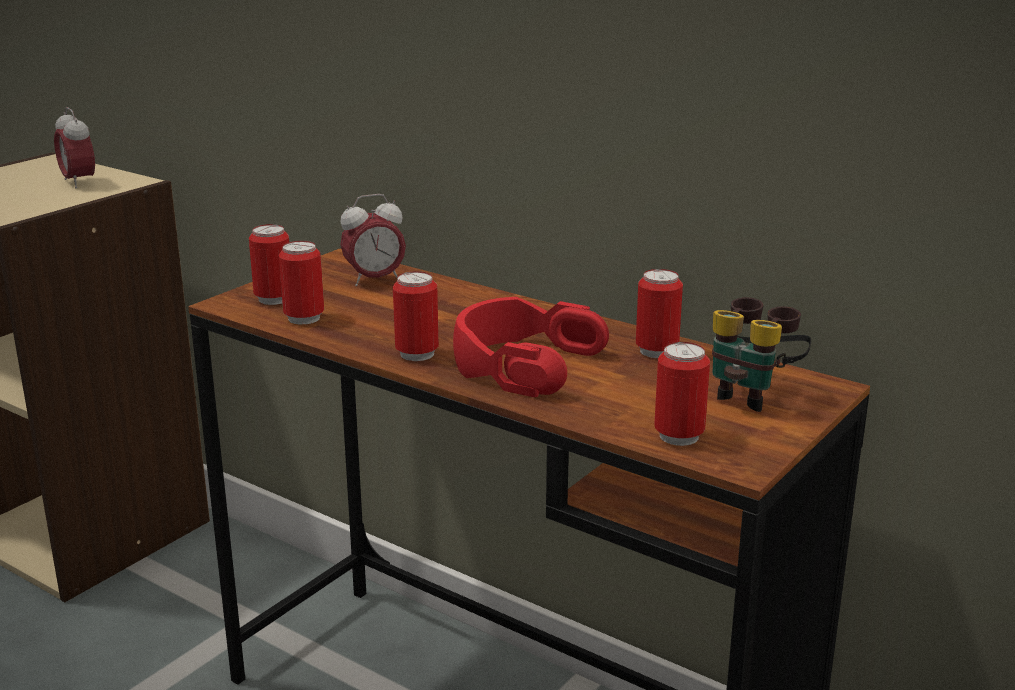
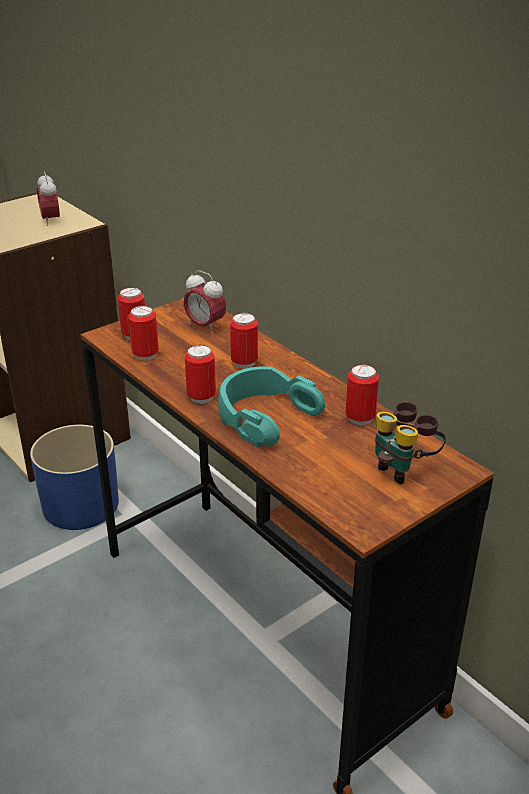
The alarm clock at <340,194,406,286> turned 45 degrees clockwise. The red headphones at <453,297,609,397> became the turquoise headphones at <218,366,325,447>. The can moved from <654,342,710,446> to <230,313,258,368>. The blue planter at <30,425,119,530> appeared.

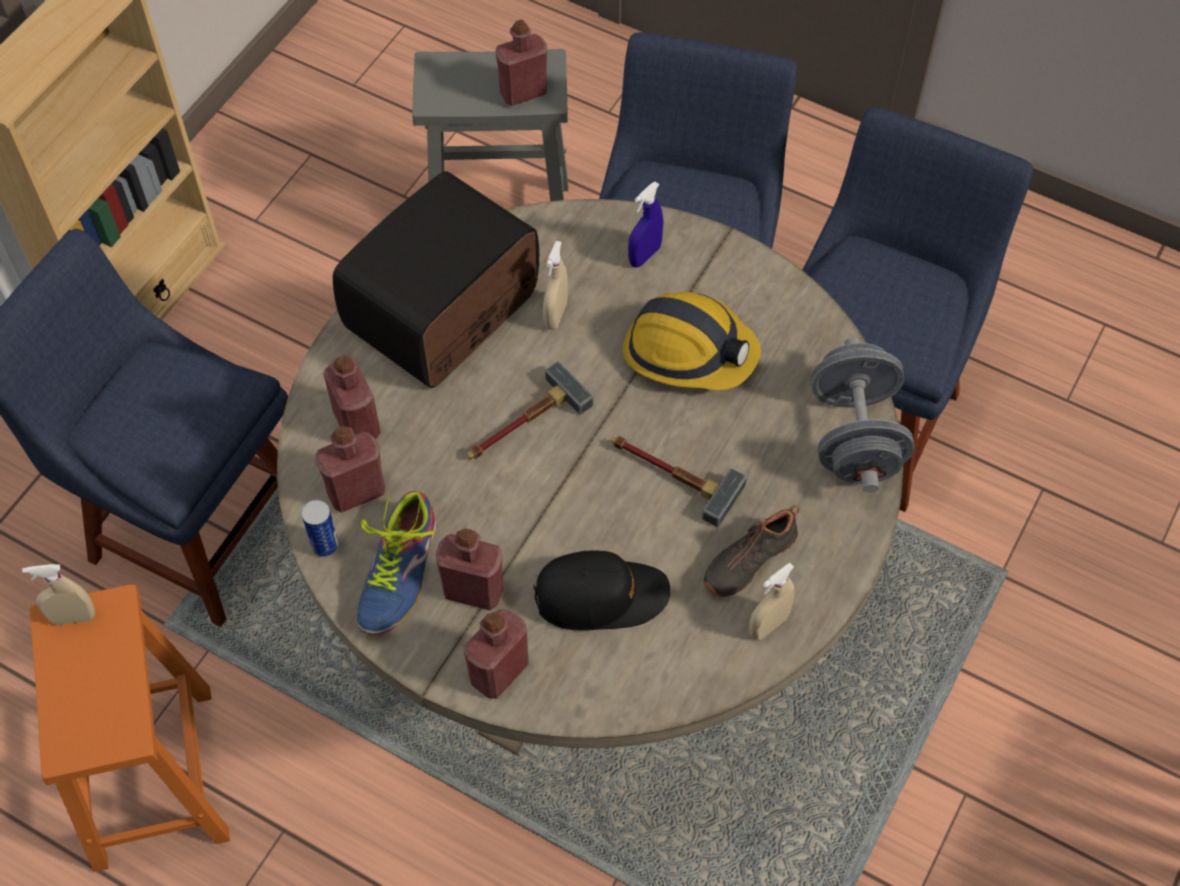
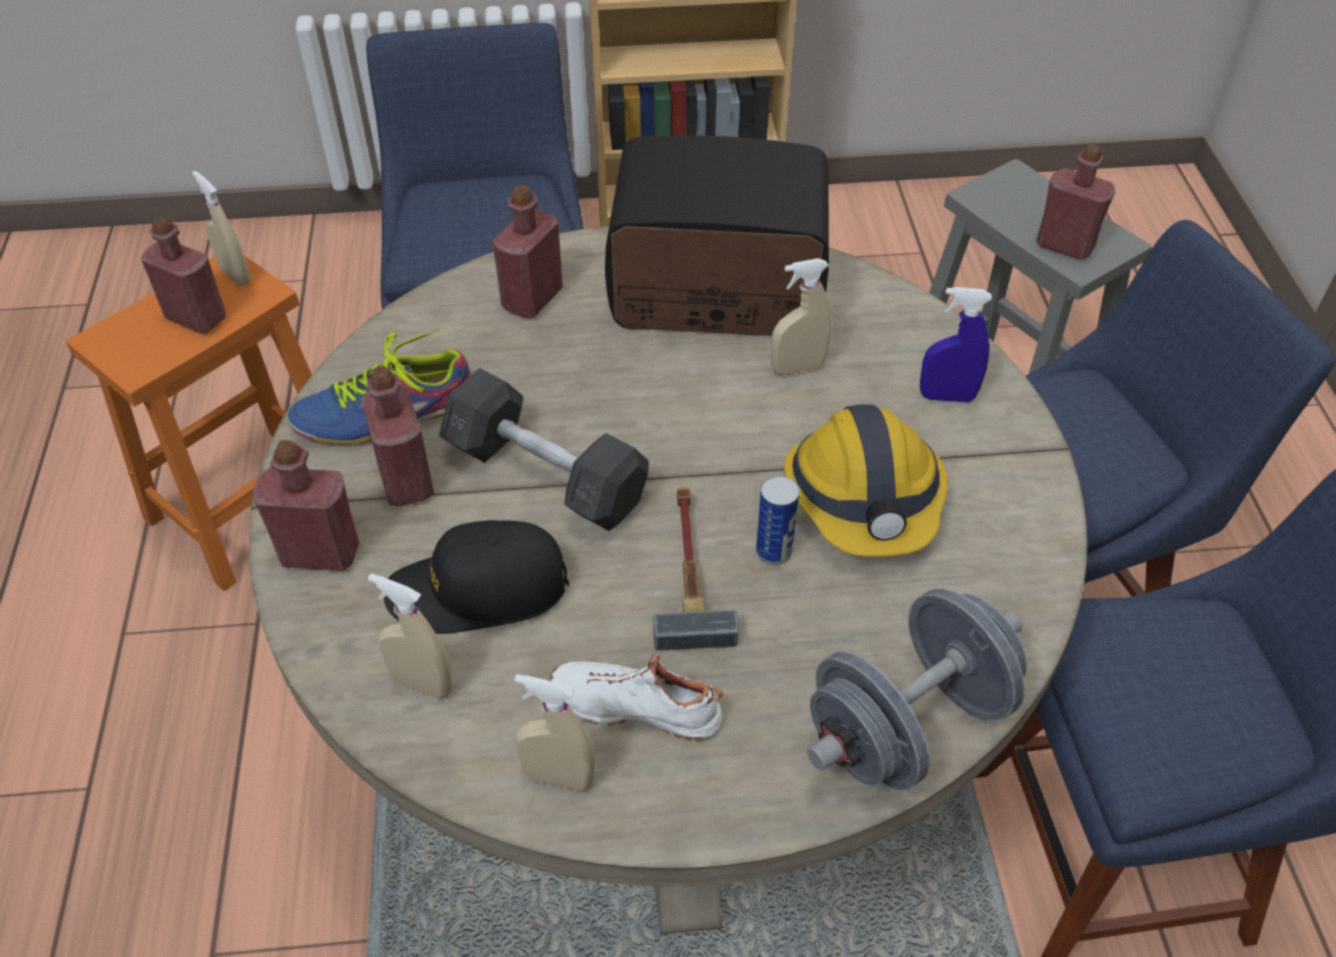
The hammer at <467,361,594,459> disappeared. The red bottle moved from <316,426,385,513> to <142,216,226,334>. The can moved from <301,500,339,557> to <756,476,799,565>. The black shoe at <703,505,799,597> became the white shoe at <549,654,723,742>. The black cap at <534,551,670,630> turned 120 degrees clockwise. The grey dumbbell at <439,368,649,531> appeared. The beige spray bottle at <368,573,452,699> appeared.

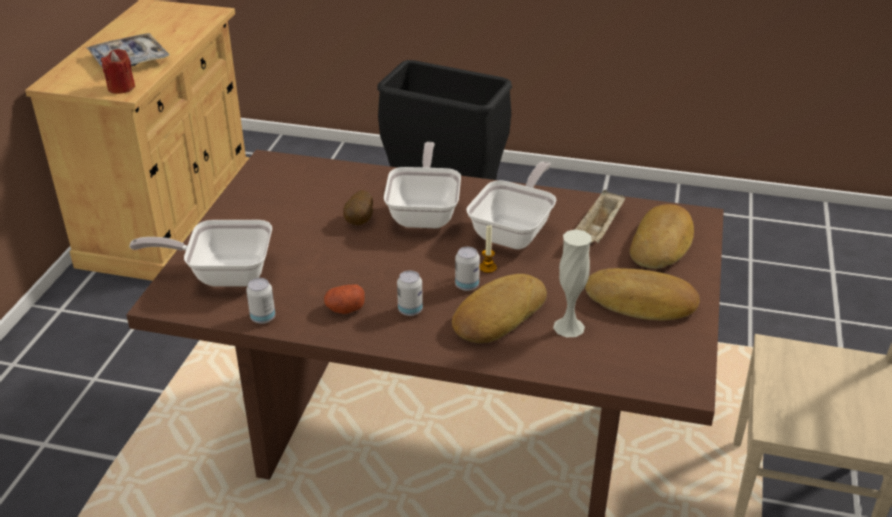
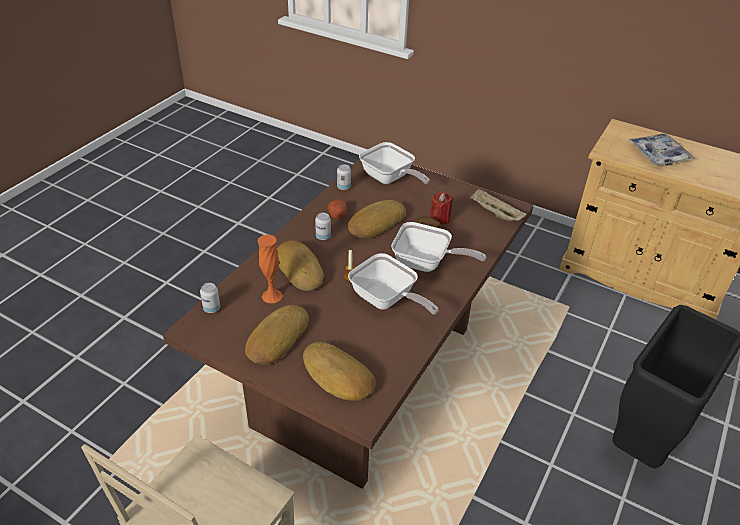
The red candle moved from <101,49,135,94> to <430,191,454,225>. The beige tray moved from <574,190,626,243> to <470,189,527,221>. The frying pan at <129,220,272,287> turned 120 degrees clockwise. The white vase at <553,229,592,337> became the orange vase at <258,235,283,303>. The can moved from <455,247,480,291> to <200,283,220,313>. The bread at <348,200,406,238> appeared.

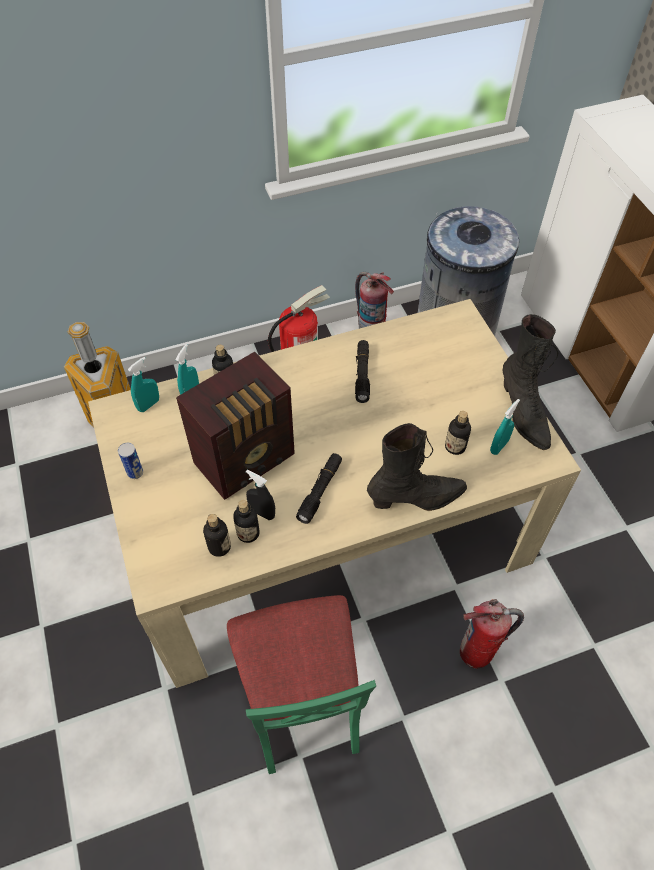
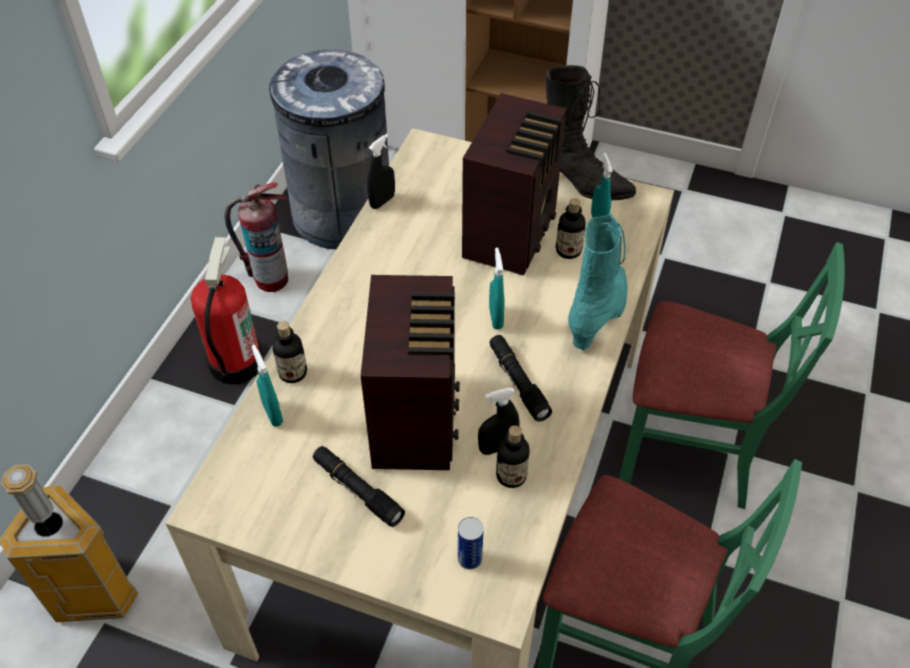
The black flashlight moved from <355,340,370,403> to <313,446,405,527>. The turquoise spray bottle moved from <128,357,159,412> to <489,248,505,330>. The black boot at <367,423,467,511> became the turquoise boot at <568,214,628,350>. The can moved from <118,443,143,479> to <458,517,484,570>. The bottle at <203,514,231,557> disappeared. The fire extinguisher at <460,599,524,669> was replaced by the green chair at <619,242,845,509>. The radio at <462,93,566,275> appeared. The black spray bottle at <367,134,395,209> appeared.

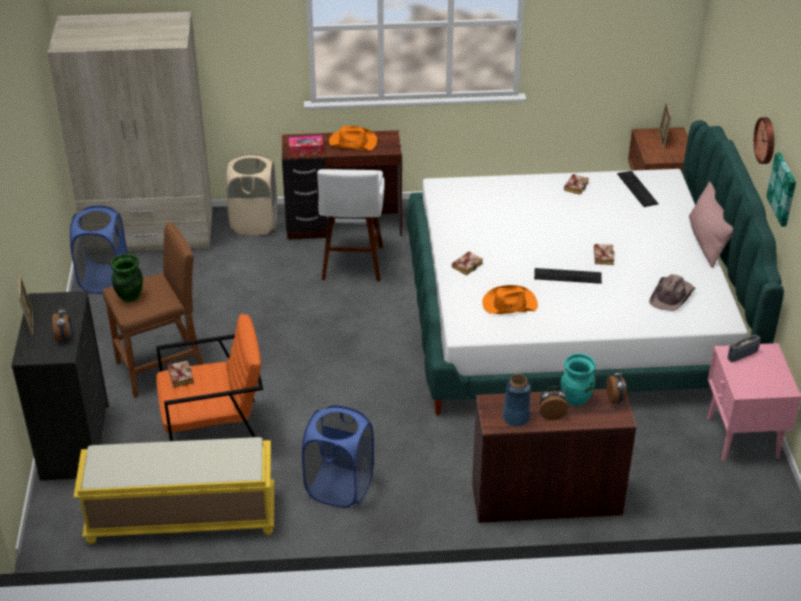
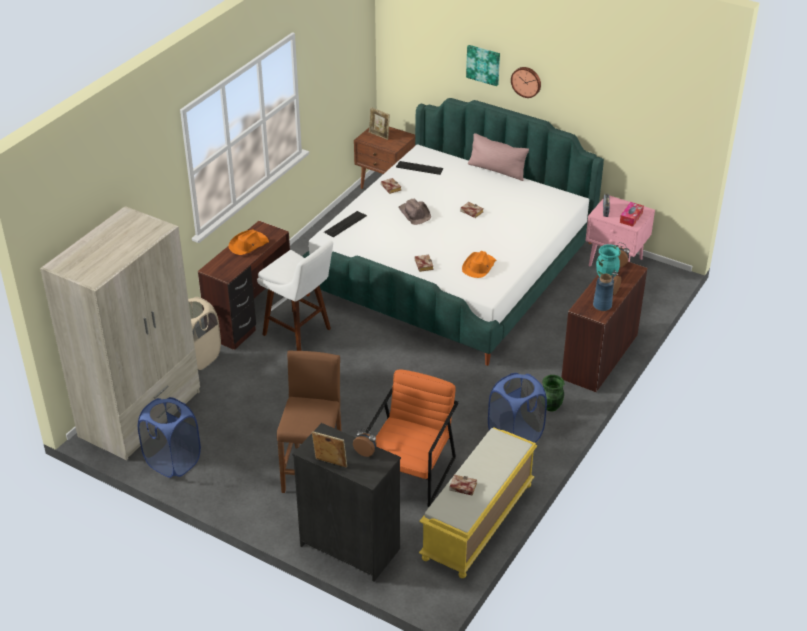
The tissue box moved from <289,136,324,157> to <620,202,644,227>. The picture moved from <766,152,796,227> to <466,45,500,86>. The green vase moved from <110,254,143,302> to <542,375,565,412>. The keyboard moved from <534,268,602,284> to <324,211,367,237>. The brown hat moved from <649,274,695,311> to <399,199,431,225>. The book moved from <168,361,194,387> to <449,475,477,496>.

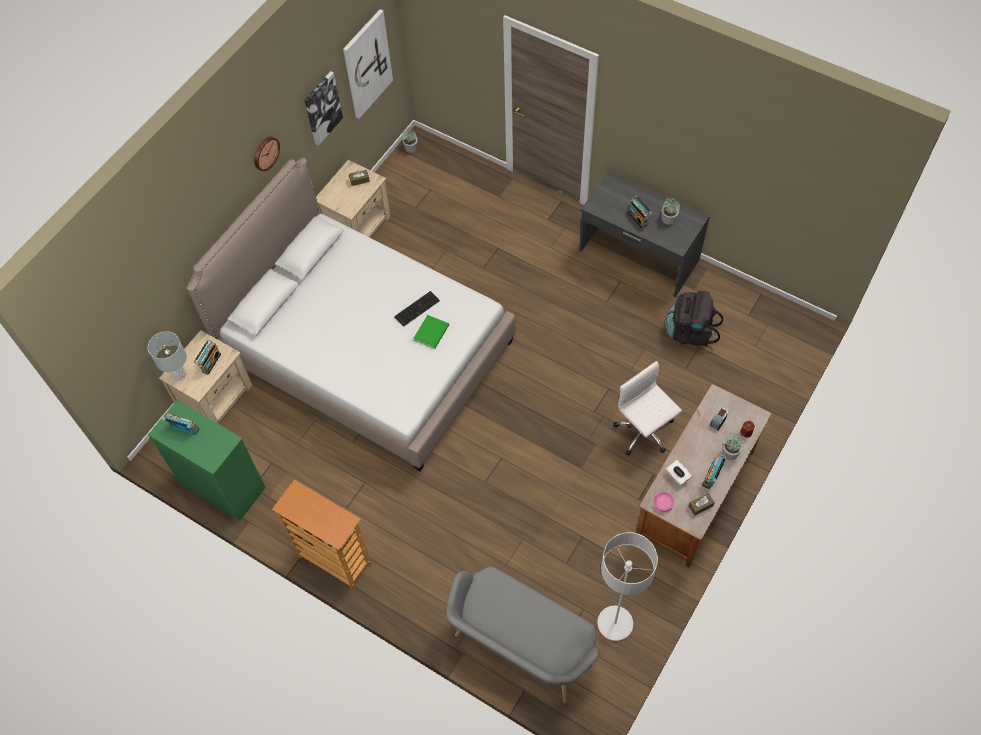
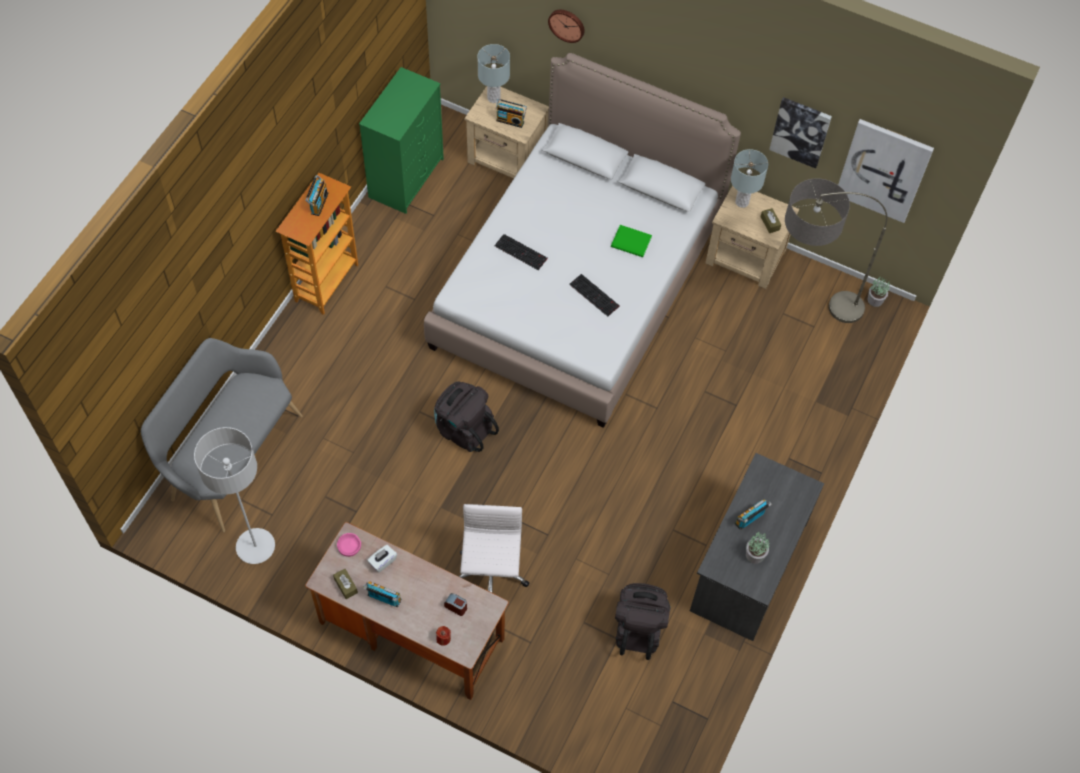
The wall clock moved from <254,137,280,171> to <548,10,585,43>. The green book moved from <413,315,449,349> to <611,225,652,257>. The white office chair at <613,361,682,456> turned 45 degrees counterclockwise. The radio moved from <162,414,199,435> to <305,175,328,216>. The potted plant at <722,431,744,460> disappeared. The grey table lamp at <731,149,768,208> appeared. The floor lamp at <785,178,887,323> appeared. The keyboard at <494,234,548,270> appeared. The black backpack at <434,381,499,452> appeared.

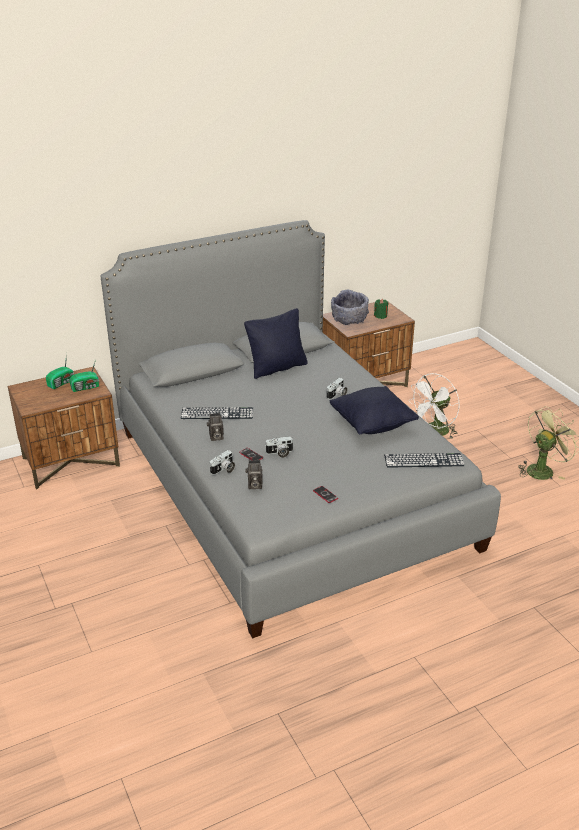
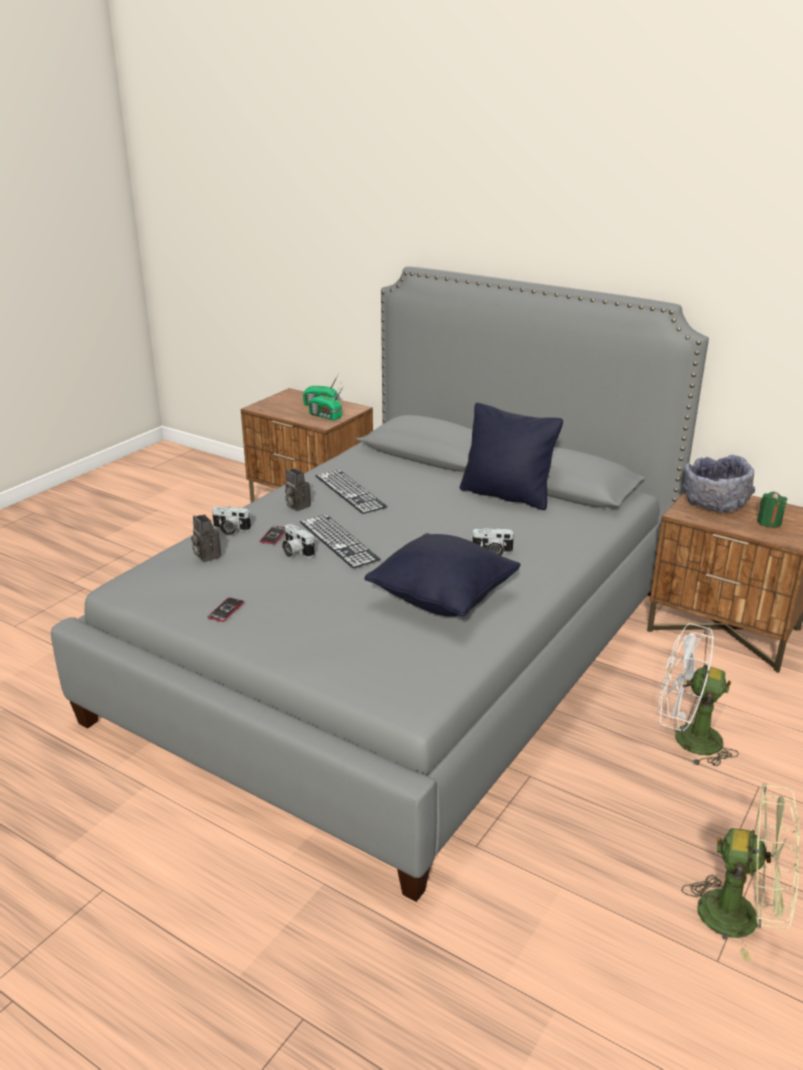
The keyboard moved from <384,453,465,468> to <300,515,381,568>.

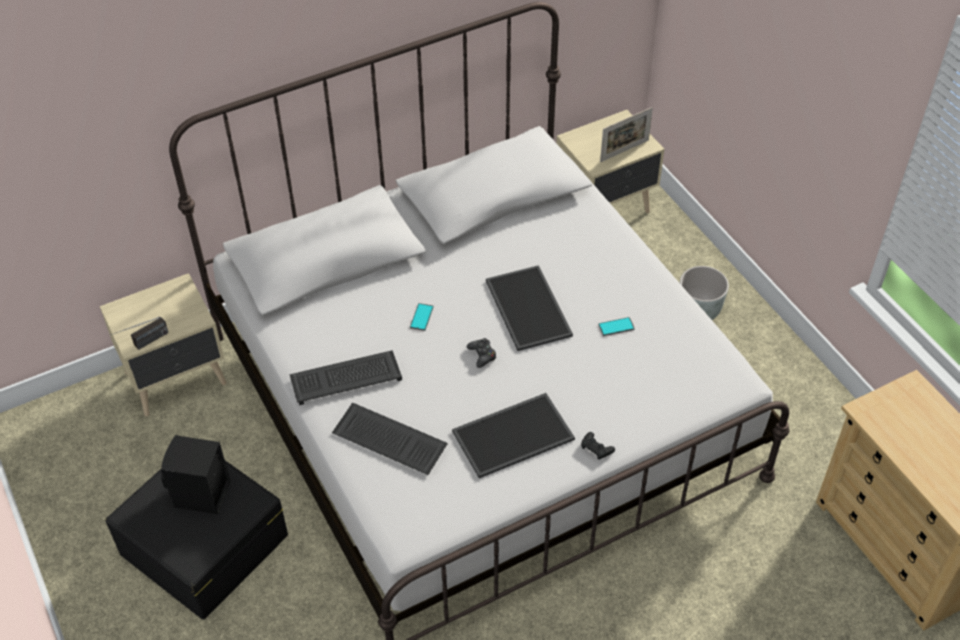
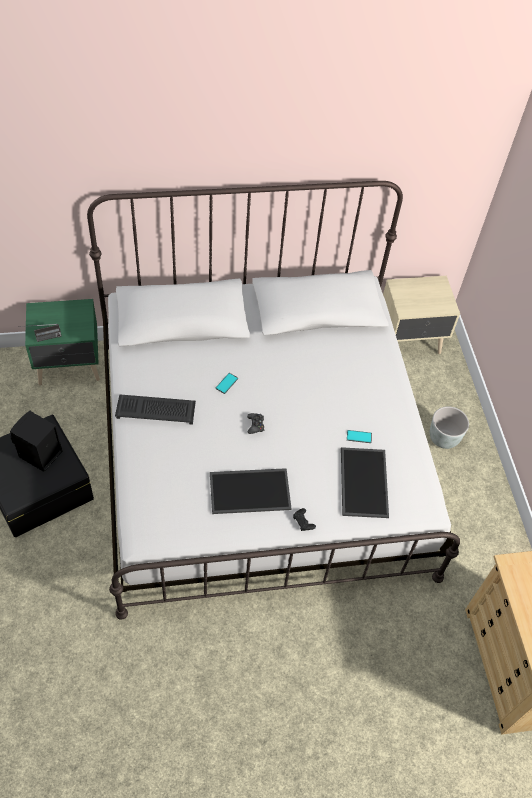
The picture frame at <600,107,653,162> disappeared. The tray moved from <486,265,573,351> to <341,447,389,518>. The beige nightstand at <100,273,226,416> became the green nightstand at <25,299,100,385>. The keyboard at <332,402,448,475> disappeared.

